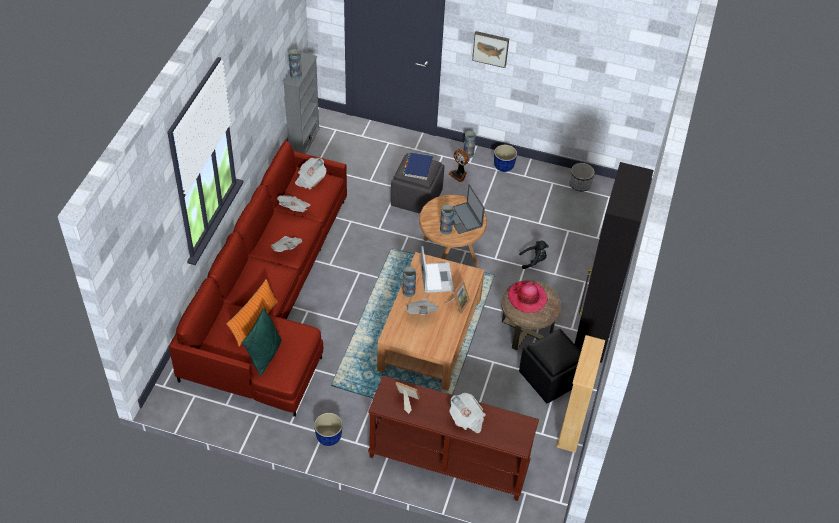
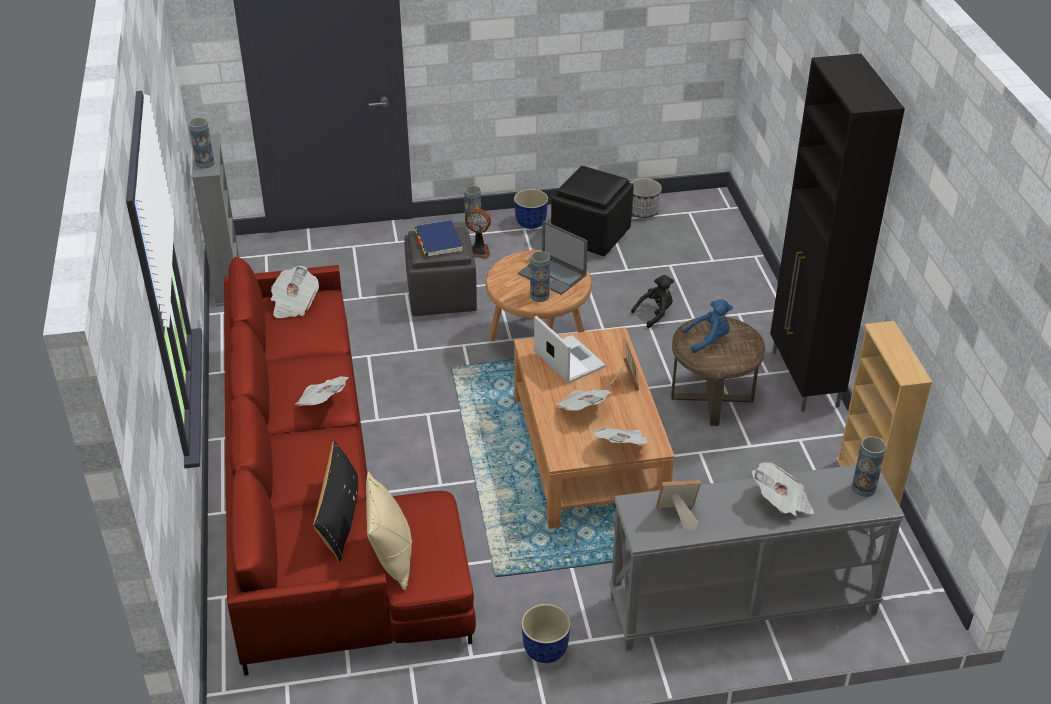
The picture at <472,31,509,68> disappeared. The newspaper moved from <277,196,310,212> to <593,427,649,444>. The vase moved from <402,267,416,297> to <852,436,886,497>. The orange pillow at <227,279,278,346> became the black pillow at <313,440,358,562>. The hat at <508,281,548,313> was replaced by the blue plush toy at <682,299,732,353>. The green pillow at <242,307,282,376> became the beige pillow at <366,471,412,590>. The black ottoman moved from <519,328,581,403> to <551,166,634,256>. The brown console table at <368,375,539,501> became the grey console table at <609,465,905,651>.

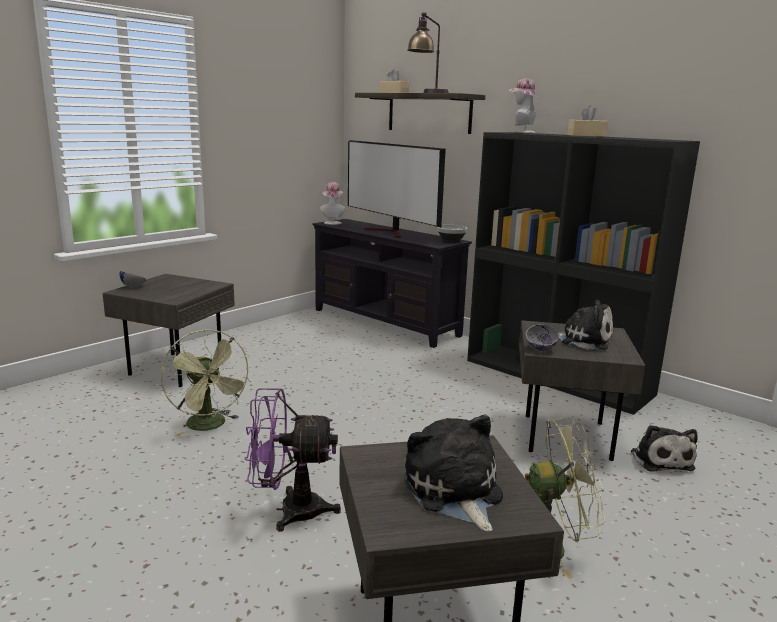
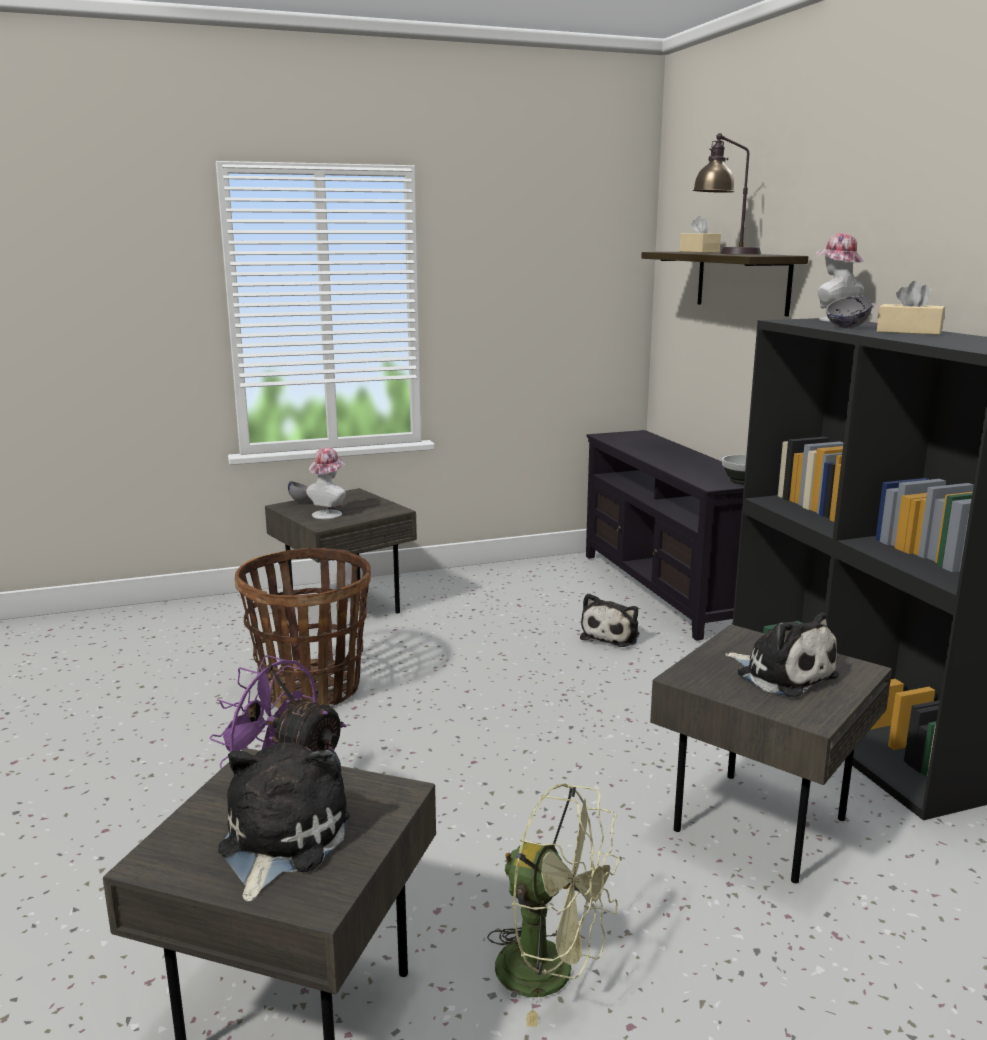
The television at <348,140,446,238> disappeared. The hat moved from <320,182,346,225> to <306,447,346,519>. The grey bowl moved from <526,324,559,351> to <826,296,872,329>. The green fan at <161,329,251,436> was replaced by the basket at <235,548,371,708>. The plush toy moved from <631,425,698,472> to <580,594,640,647>.

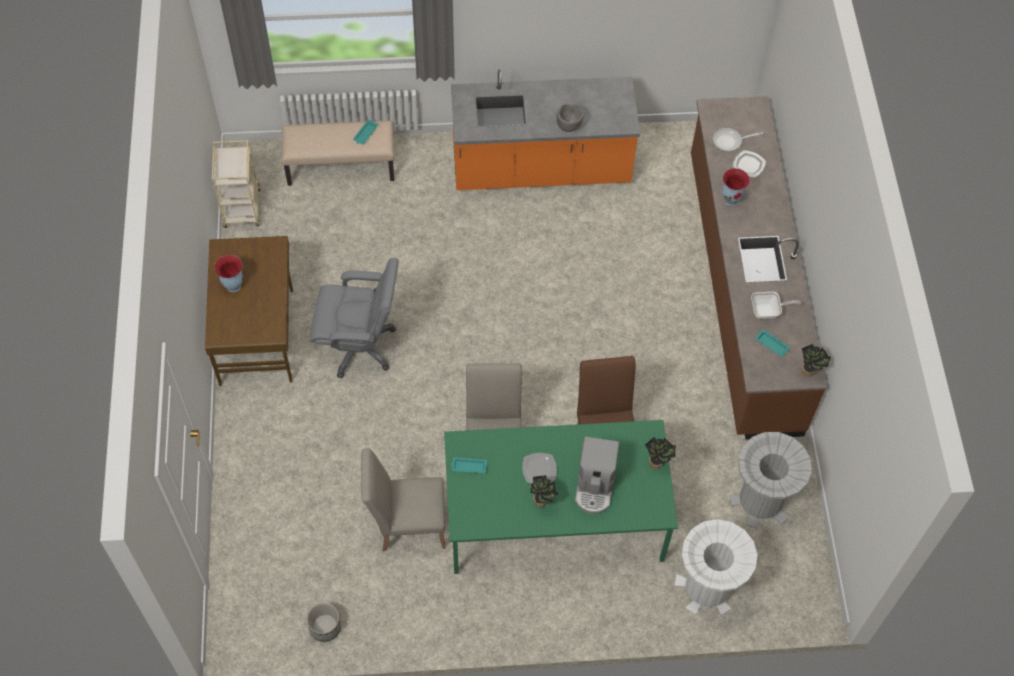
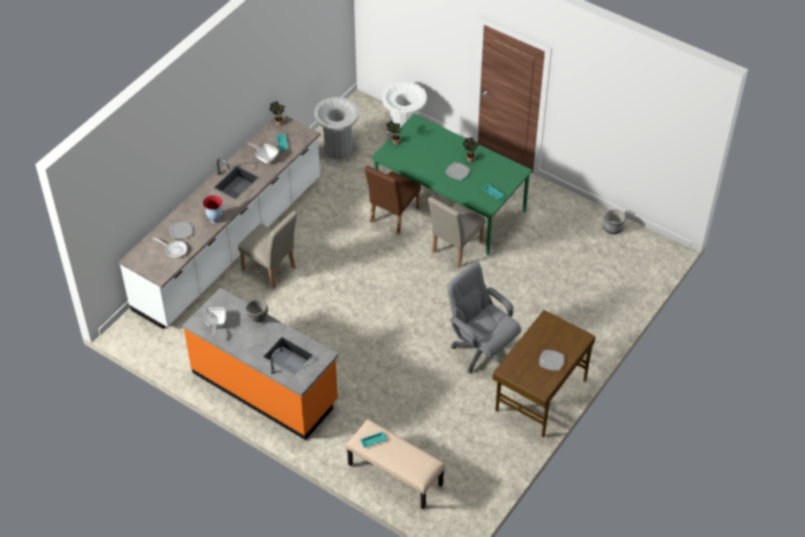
The brown counter at <691,96,827,440> became the white counter at <119,113,321,329>. The beige cart at <212,140,260,228> disappeared. The vase at <214,255,243,292> was replaced by the plate at <539,350,564,371>. The coffee machine at <575,437,619,514> disappeared. The beige chair moved from <361,449,446,551> to <238,211,298,288>. The frying pan at <204,307,226,337> appeared.

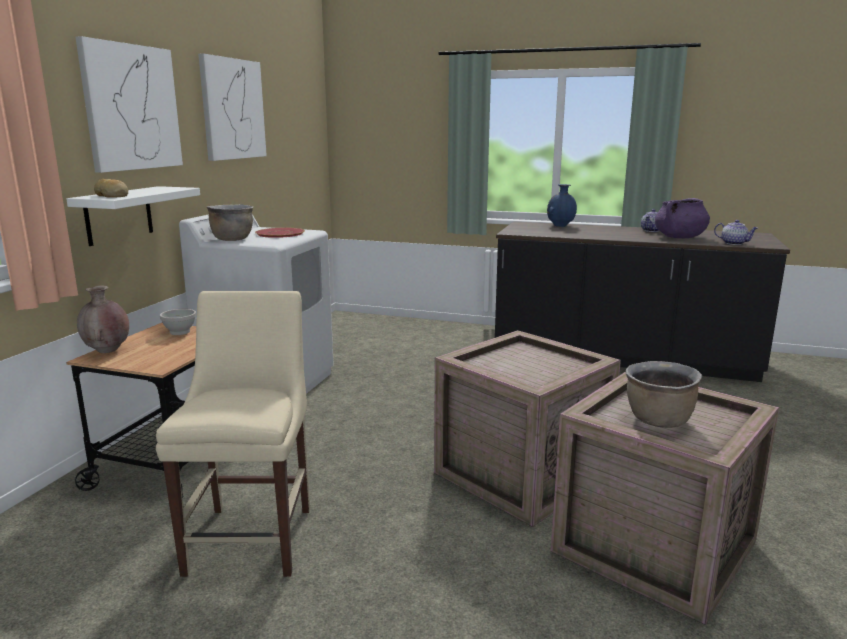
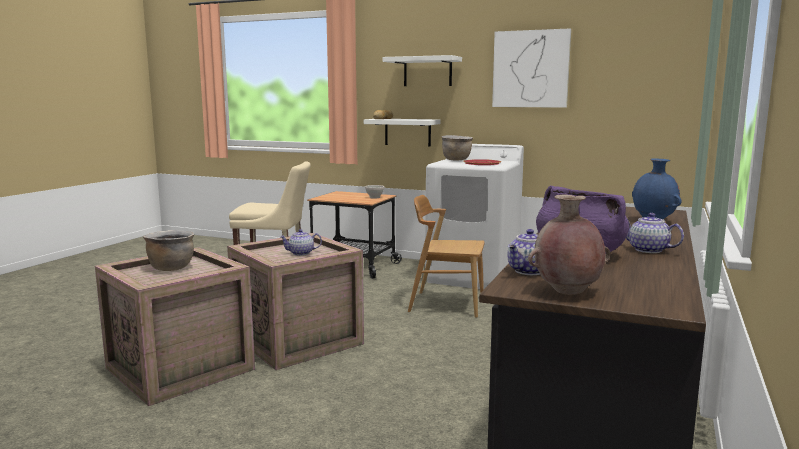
The picture at <75,36,183,173> was replaced by the white shelf at <383,55,462,86>. The brown vase moved from <77,286,129,353> to <528,194,611,295>. The brown chair at <408,195,485,318> appeared. The teapot at <279,229,322,256> appeared.

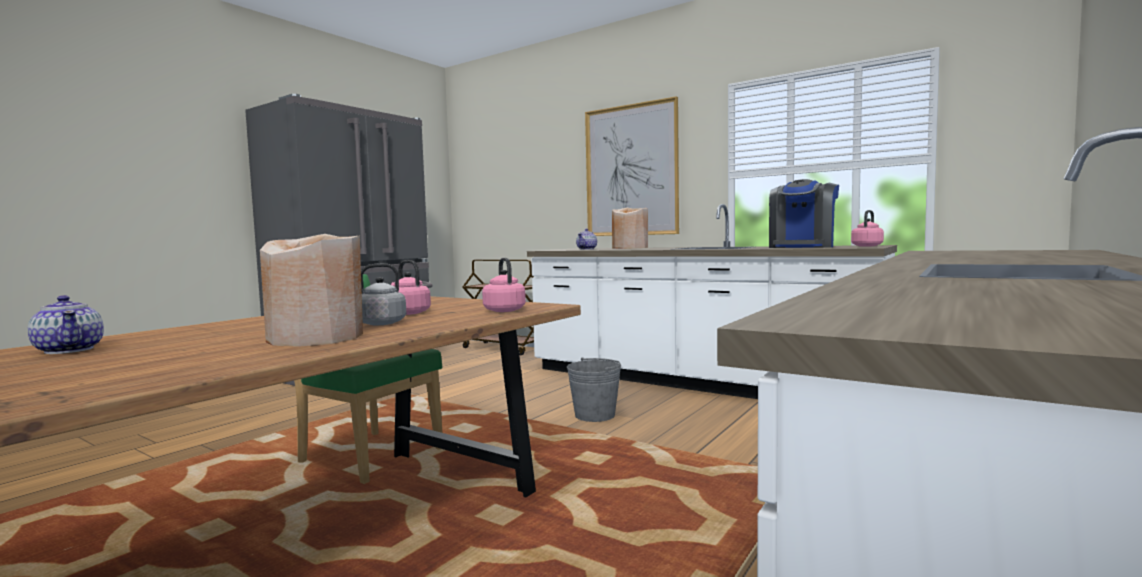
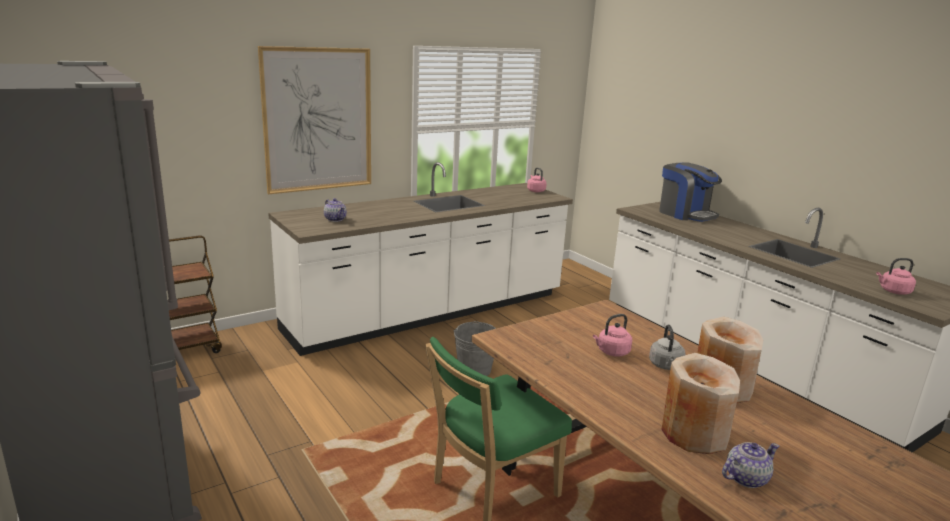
The coffee machine moved from <769,179,839,248> to <659,162,722,222>. The beige vase moved from <612,208,648,248> to <662,353,740,454>. The pink kettle moved from <482,258,526,312> to <876,258,916,295>.

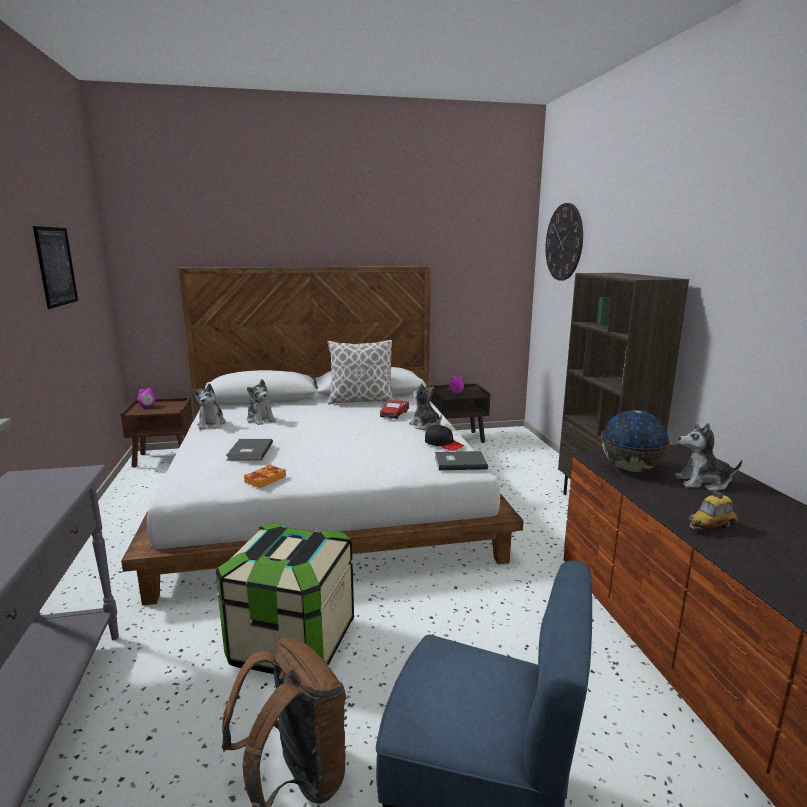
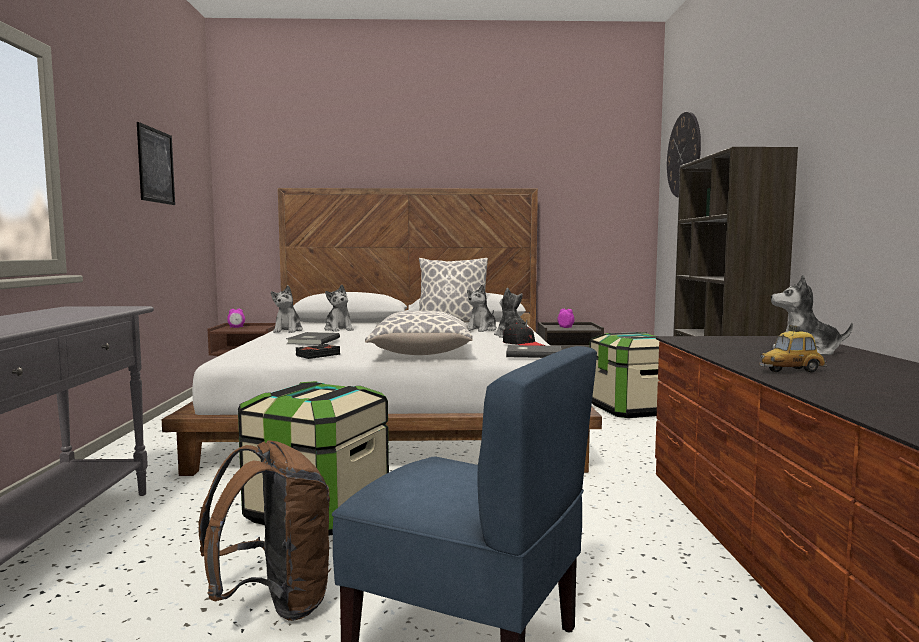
The toy car at <380,400,409,419> was replaced by the plush toy at <467,285,497,332>. The globe at <601,410,670,472> disappeared. The orange book at <244,464,286,488> became the black book at <295,344,340,359>. The pillow at <365,311,473,355> appeared. The storage box at <590,332,662,418> appeared.

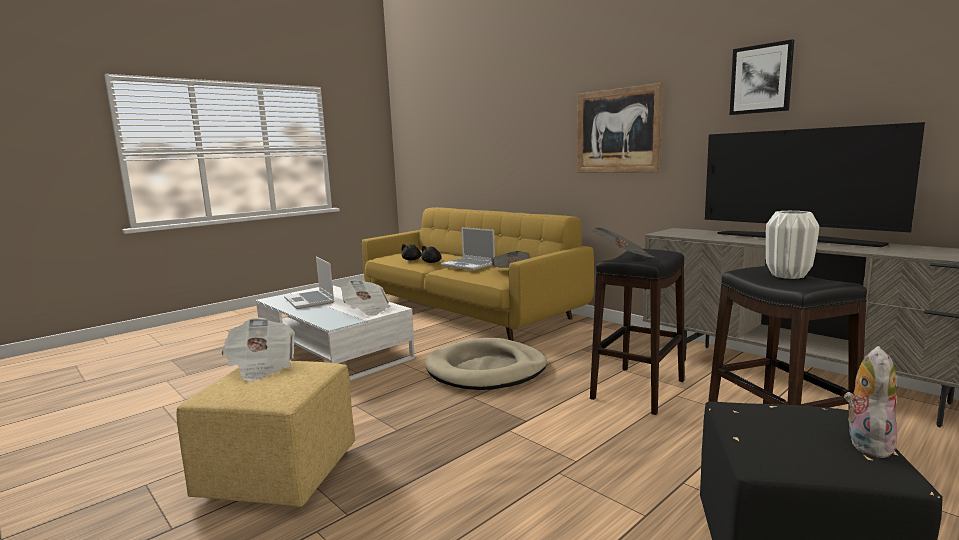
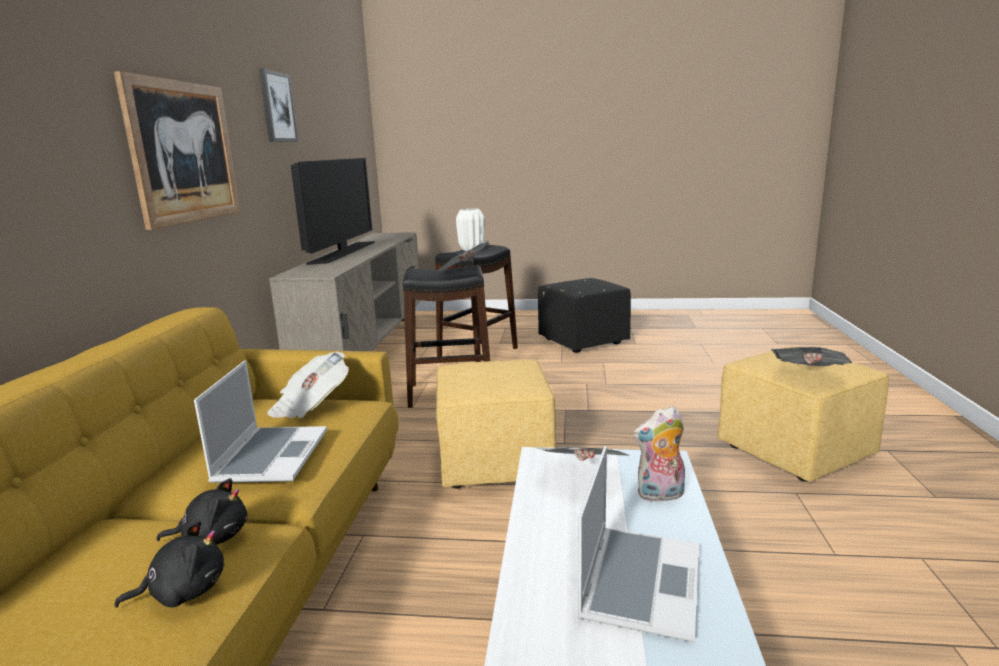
The beige dog bed at <425,338,547,390> was replaced by the yellow ottoman at <436,360,556,489>. The plush toy moved from <844,346,897,458> to <633,406,685,502>.

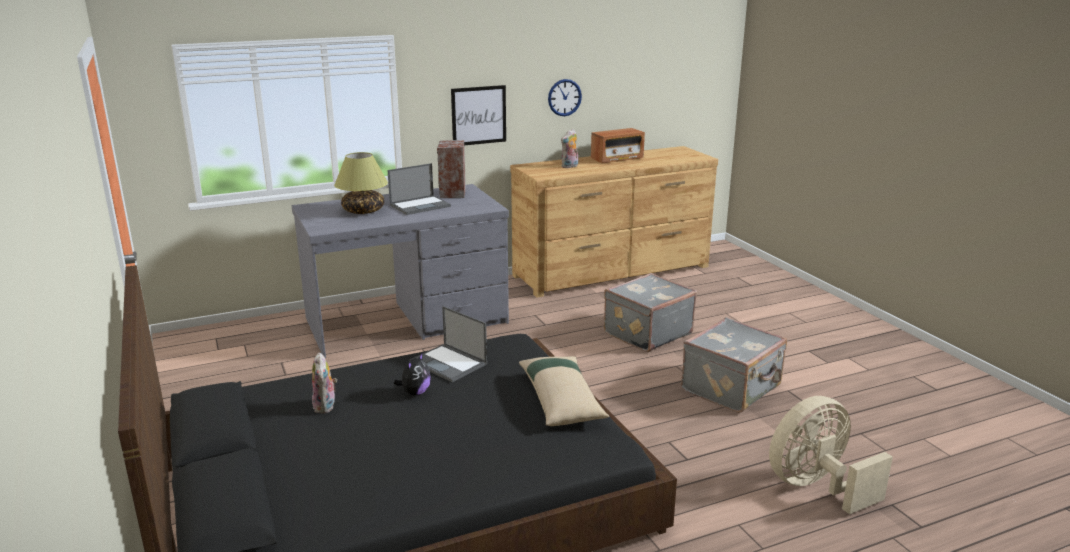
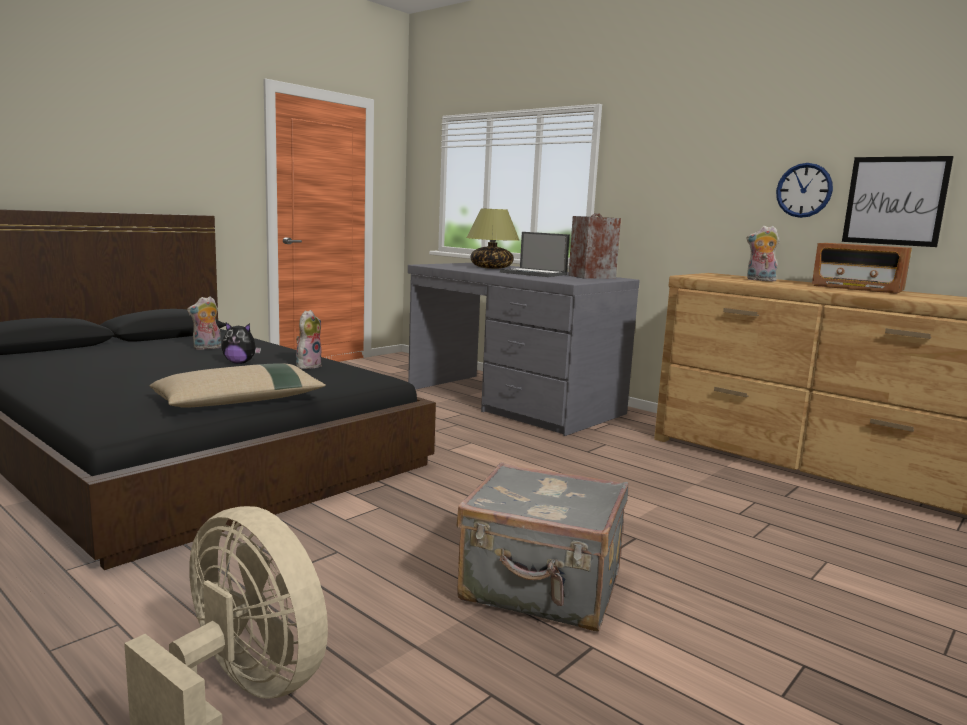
The picture moved from <451,85,506,145> to <842,156,954,247>. The grey suitcase at <604,273,697,352> disappeared. The laptop at <410,306,487,382> was replaced by the plush toy at <296,310,321,369>.

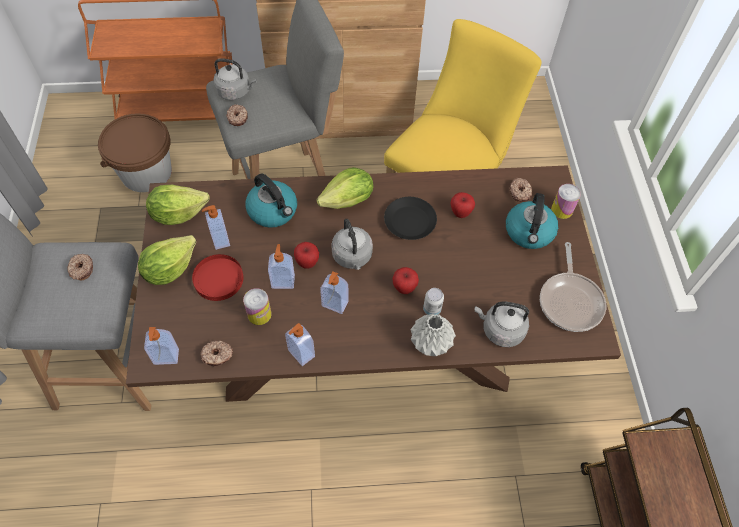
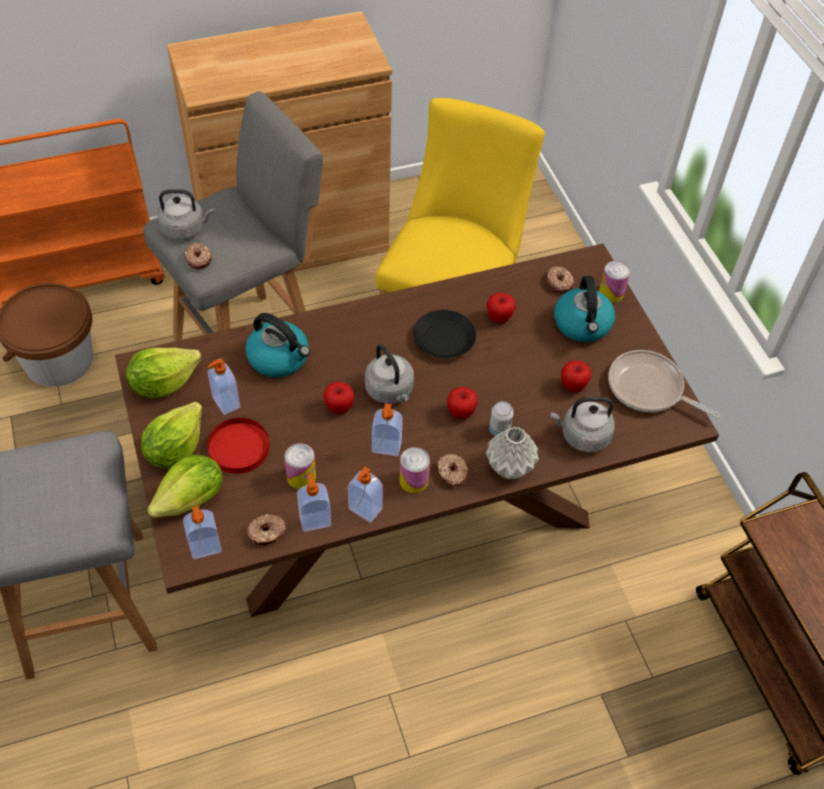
The lettuce moved from <316,167,373,209> to <147,455,222,518>. The frying pan at <540,242,606,332> turned 135 degrees clockwise. The soap dispenser moved from <268,244,295,289> to <297,473,331,532>. The donut moved from <67,254,93,281> to <436,454,468,486>. The apple at <561,361,591,393> appeared. The can at <400,447,430,493> appeared.

